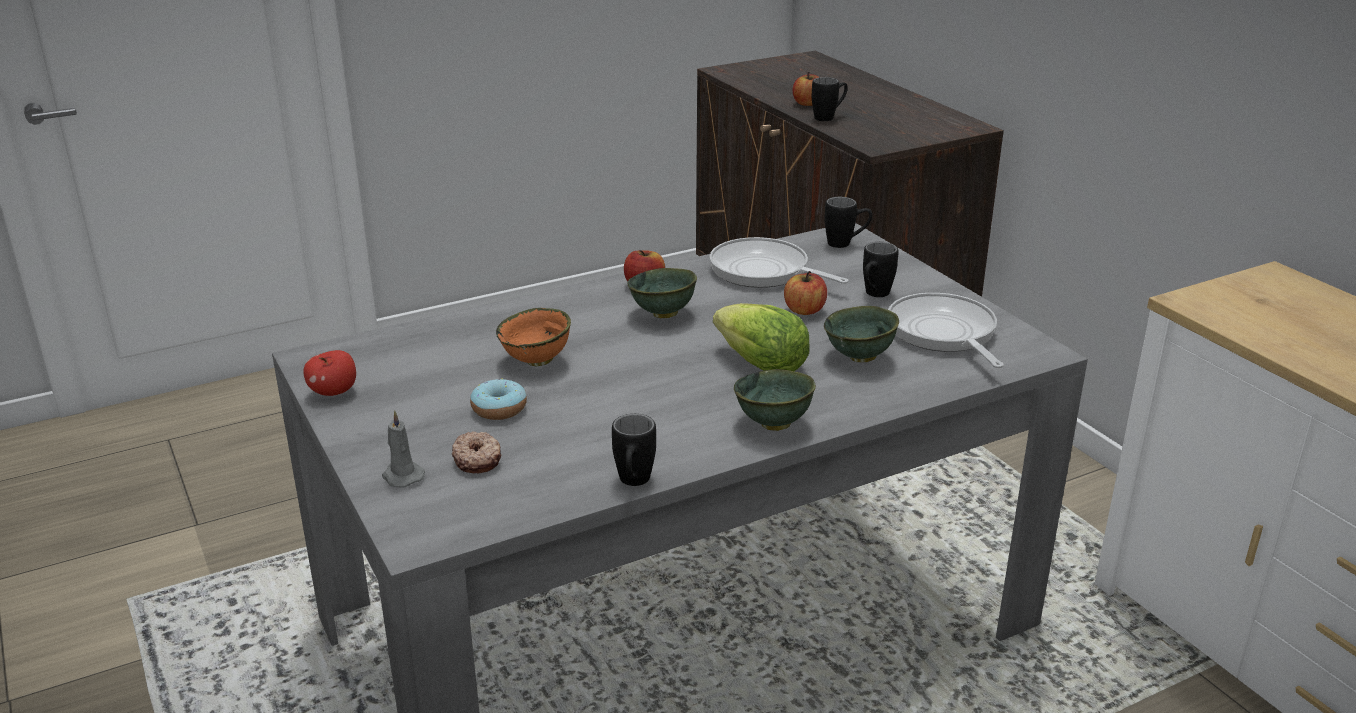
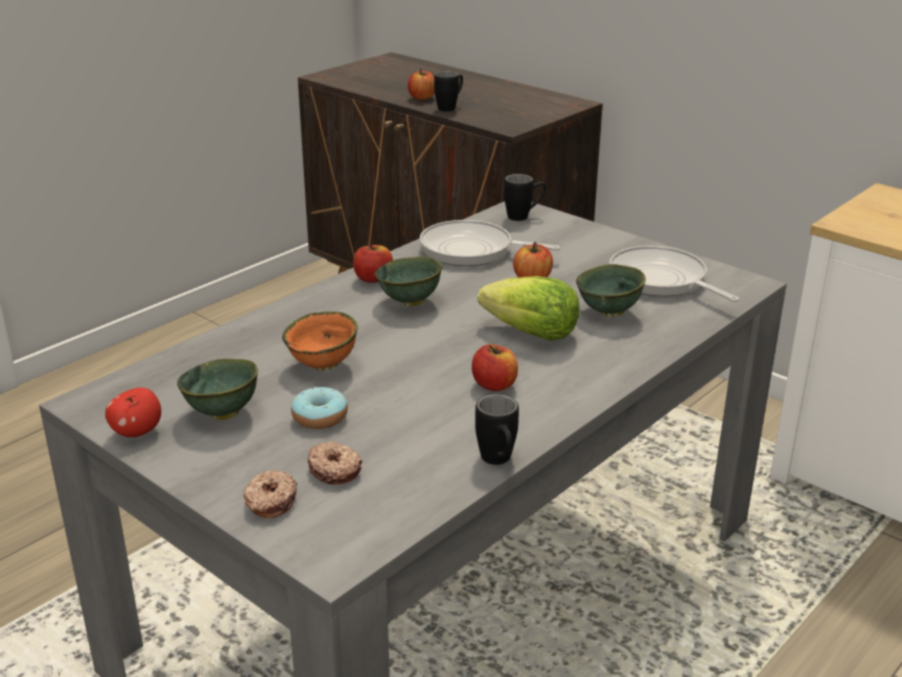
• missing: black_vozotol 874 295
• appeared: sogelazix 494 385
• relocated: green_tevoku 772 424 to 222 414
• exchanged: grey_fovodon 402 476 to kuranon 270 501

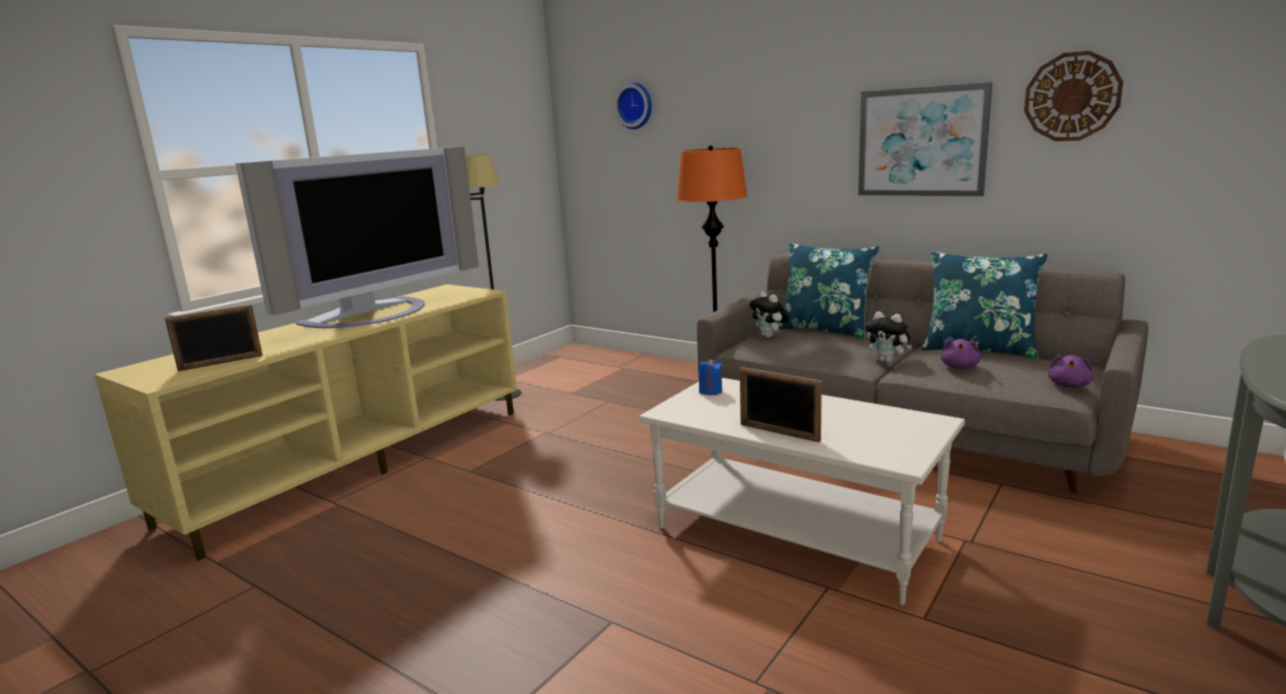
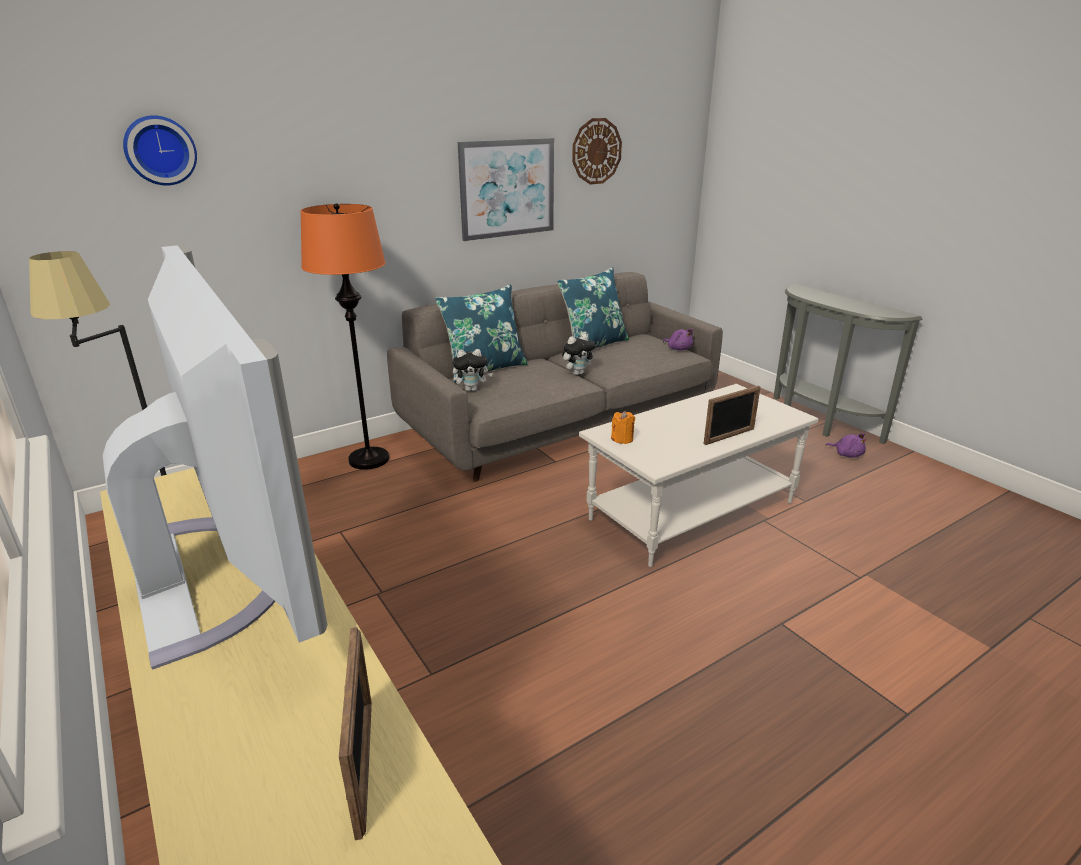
• relocated: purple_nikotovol 960 367 to 847 454
• colour: blue_fovodon 710 391 to orange_fovodon 622 439

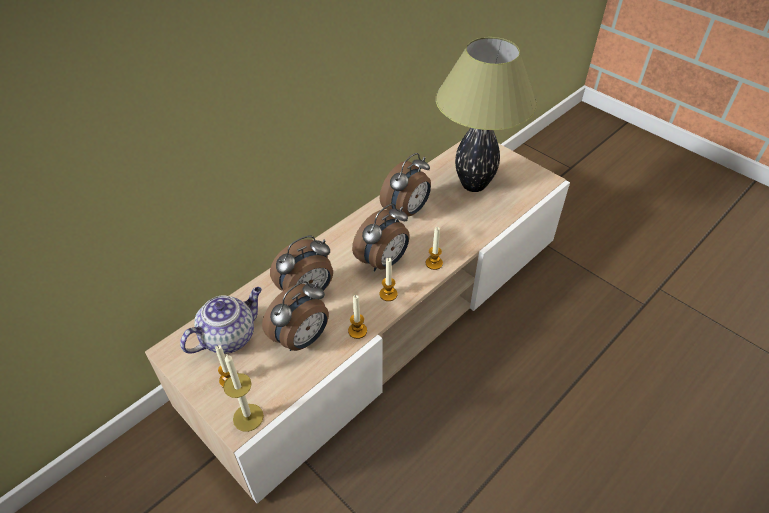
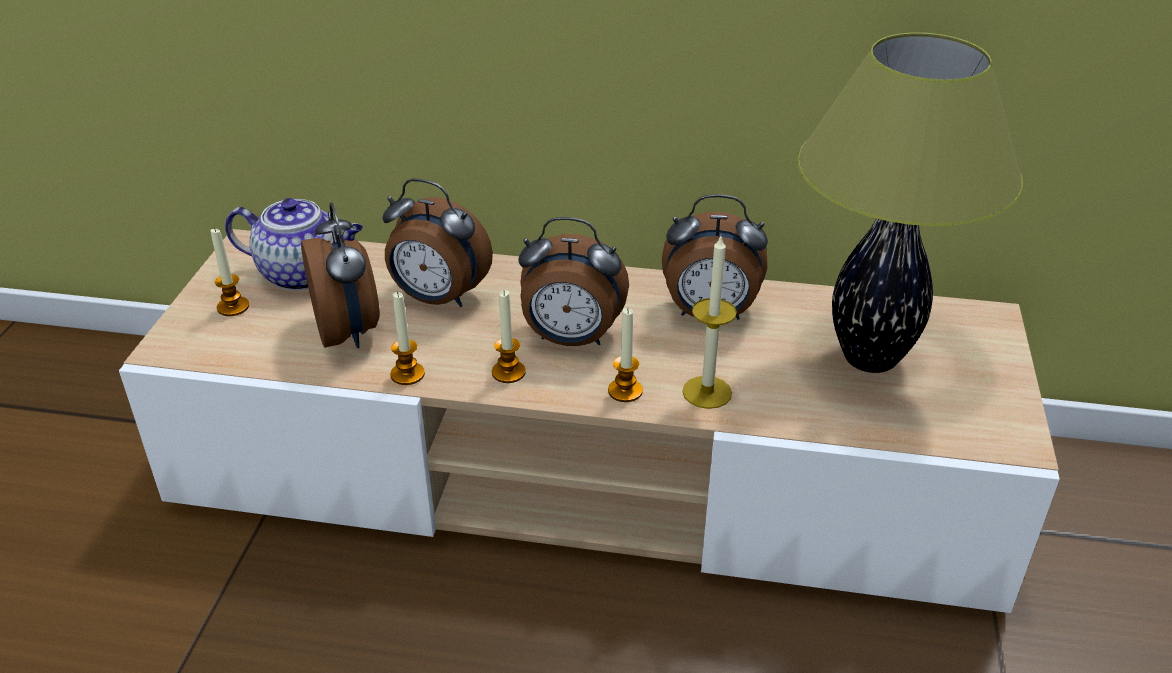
• relocated: fovodon 248 417 to 707 392
• spun: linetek 302 339 = 349 332 120 degrees counterclockwise

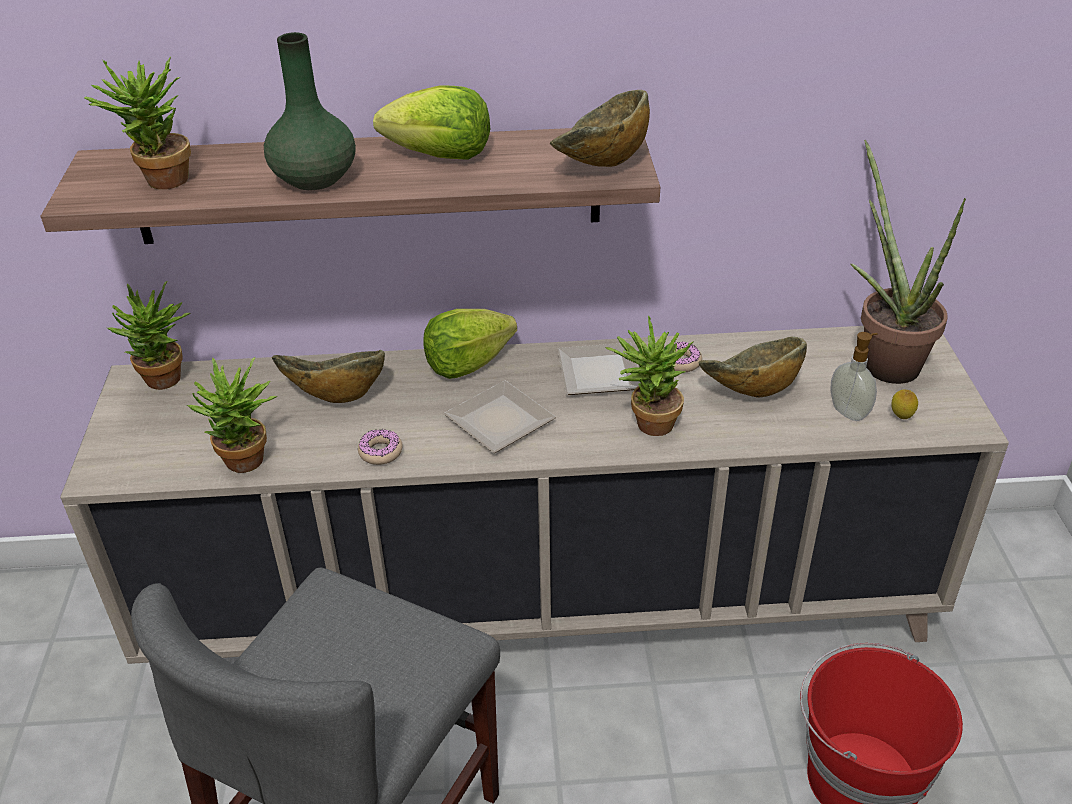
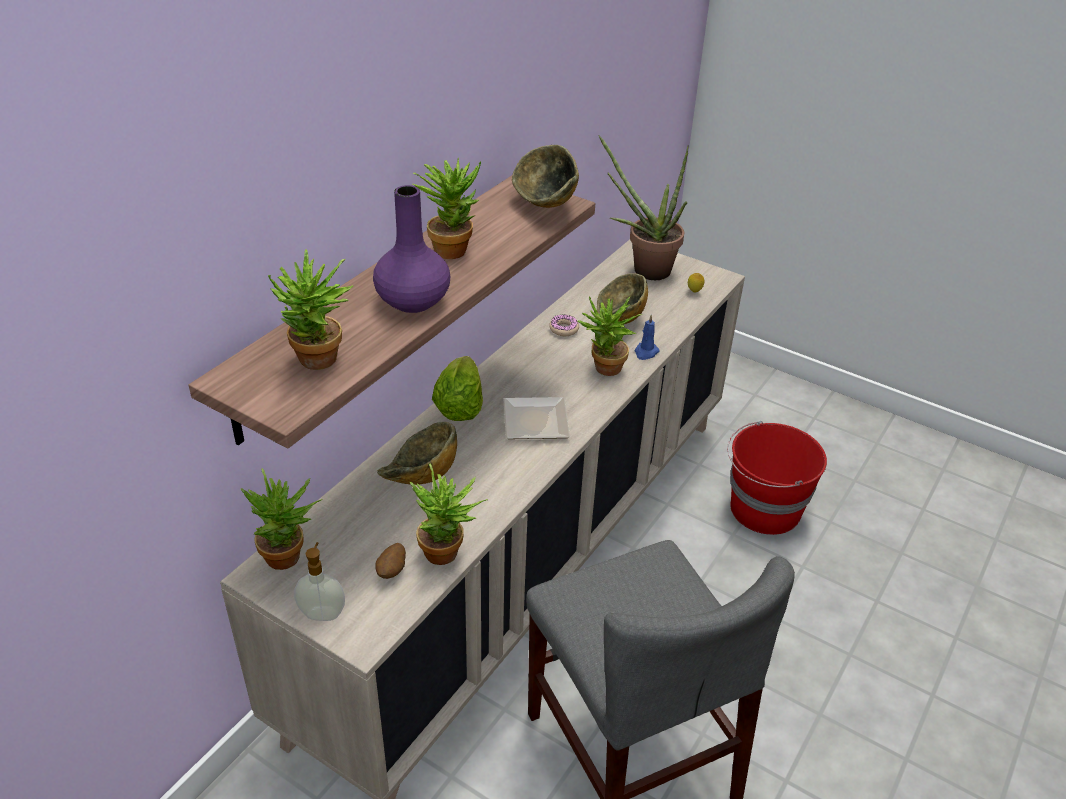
• missing: kuranon 380 452
• missing: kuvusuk 597 375
• appeared: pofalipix 392 571
• appeared: blue_fovodon 645 352
• relocated: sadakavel 849 411 to 322 613
• exchanged: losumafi 440 156 to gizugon 452 247
• colour: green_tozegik 315 179 to purple_tozegik 414 301

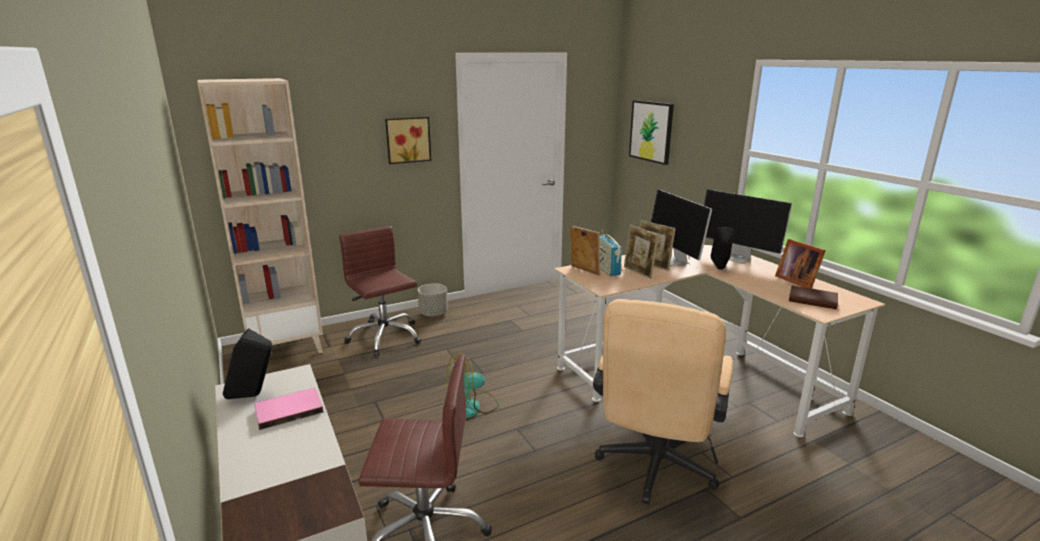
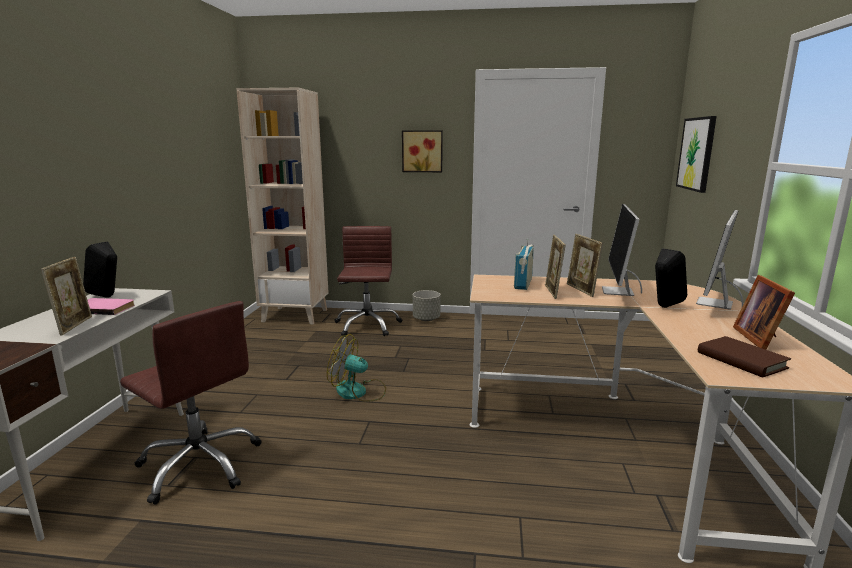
• missing: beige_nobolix 654 469
• relocated: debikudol 584 271 to 74 325
• spun: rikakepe 738 258 = 715 303 45 degrees clockwise

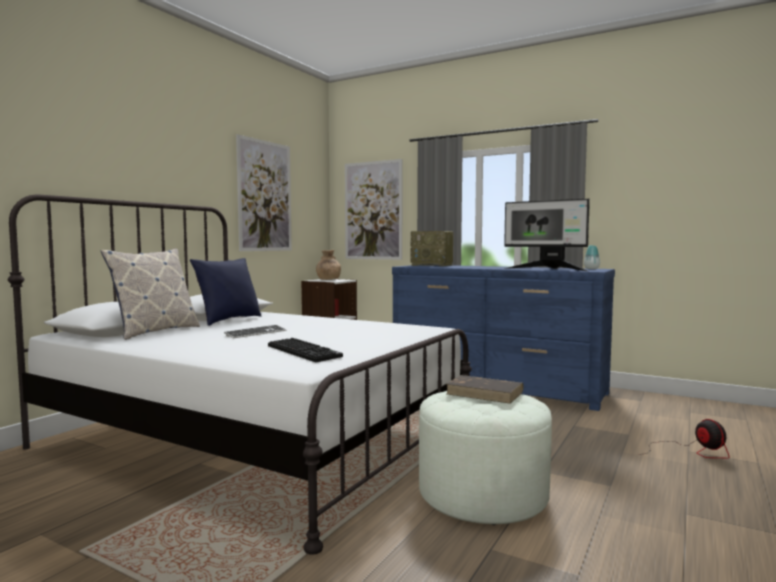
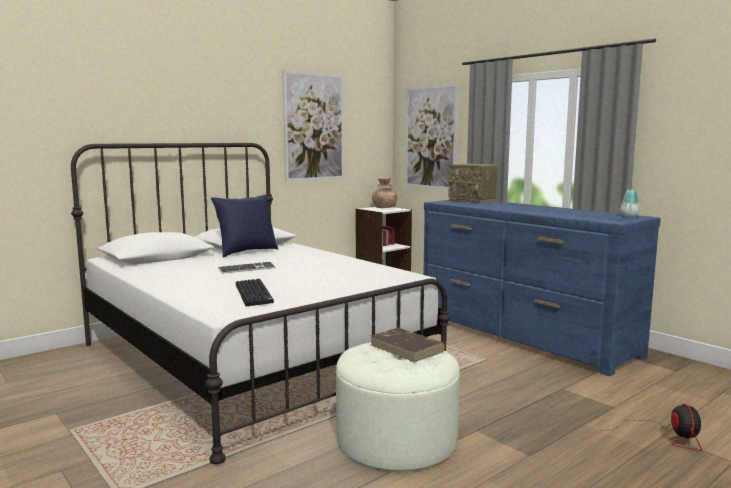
• missing: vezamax 155 331
• missing: rikakepe 548 269

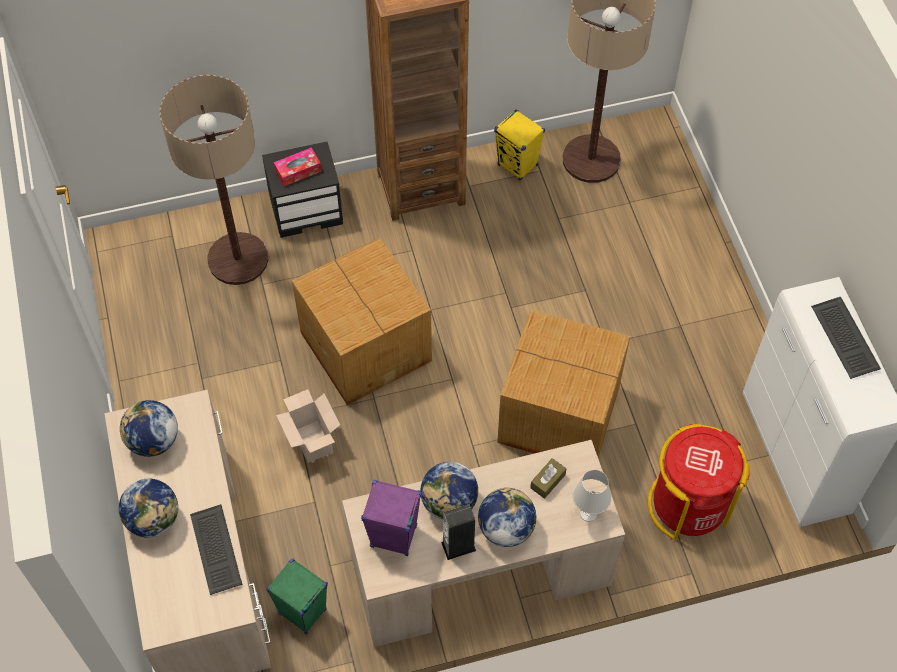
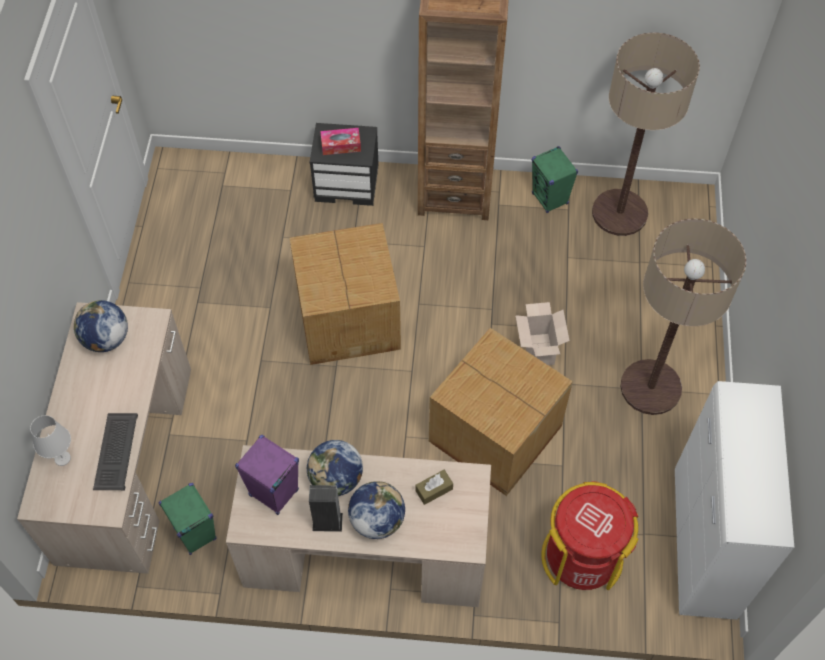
• missing: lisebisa 154 519
• missing: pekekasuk 843 338
• relocated: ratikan 238 259 to 650 387
• relocated: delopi 311 441 to 537 349
• relocated: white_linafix 588 514 to 62 458
• colour: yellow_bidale 517 165 to green_bidale 550 199

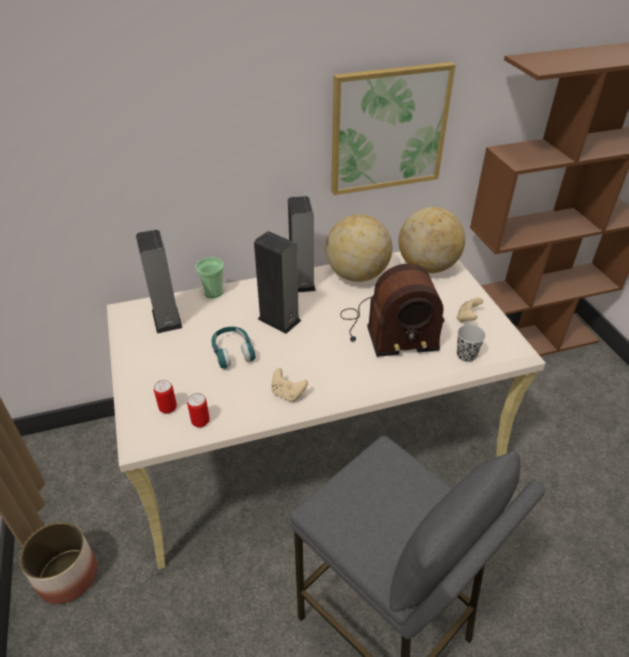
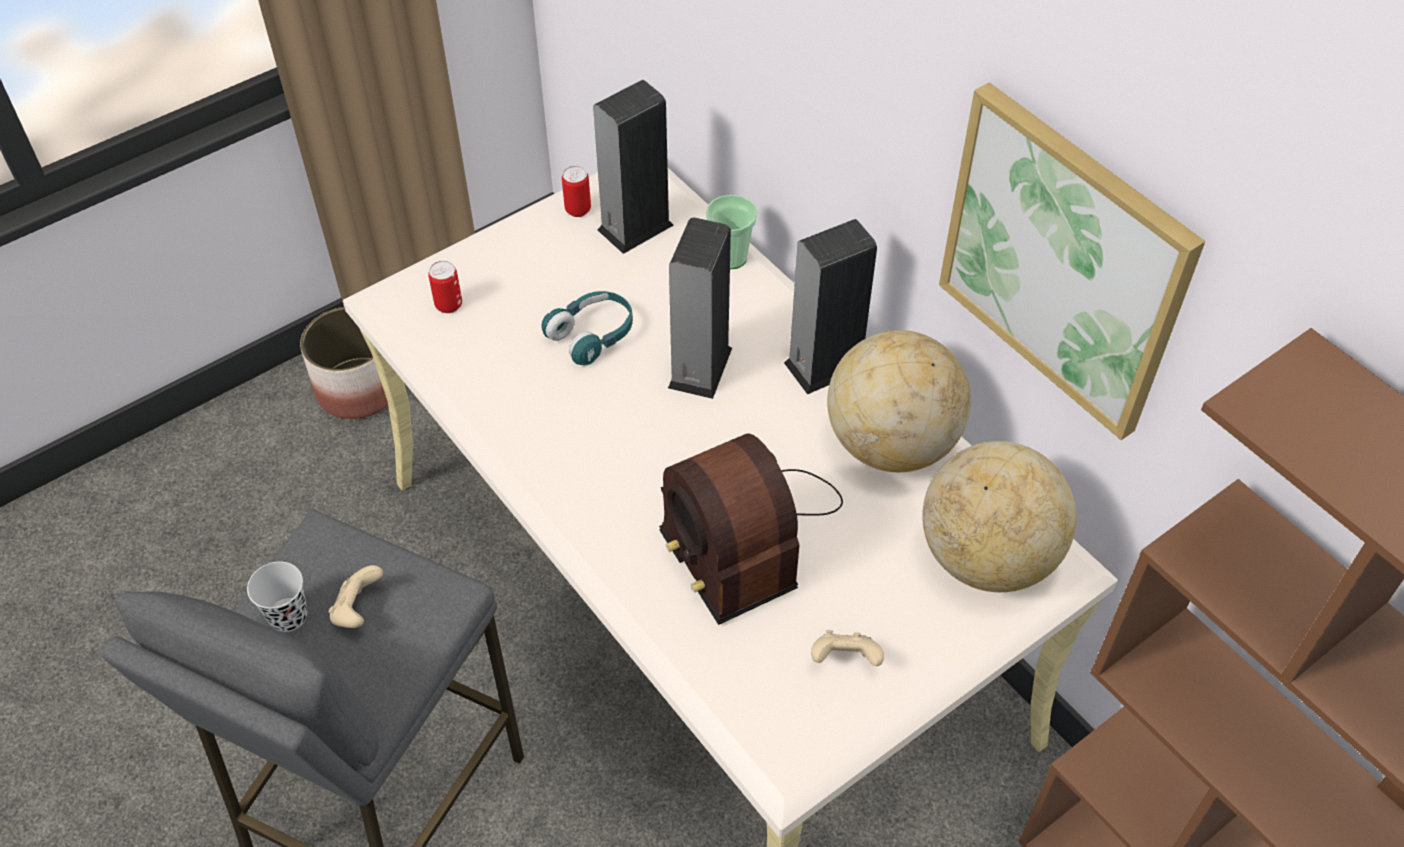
• relocated: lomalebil 200 421 to 578 209
• relocated: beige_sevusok 287 393 to 358 610
• relocated: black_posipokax 466 355 to 288 616

